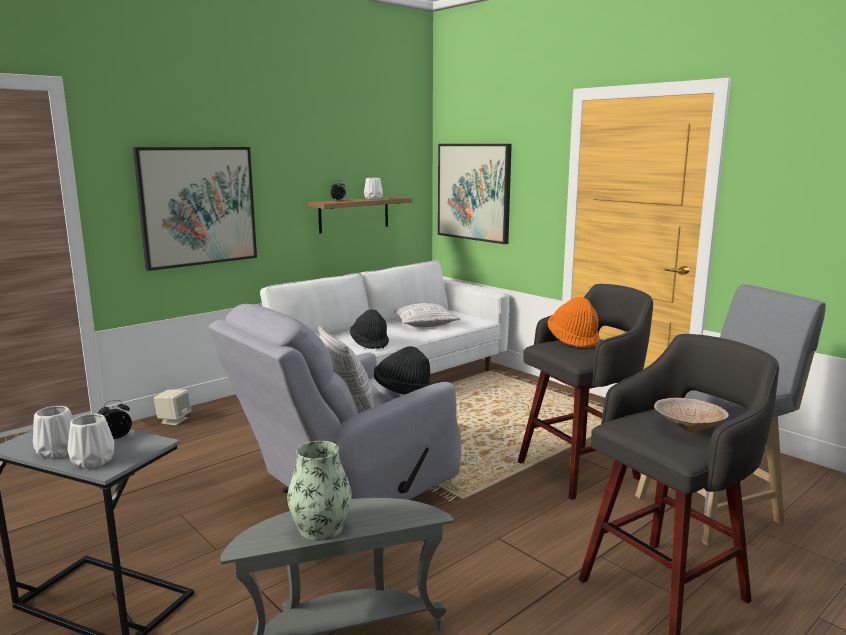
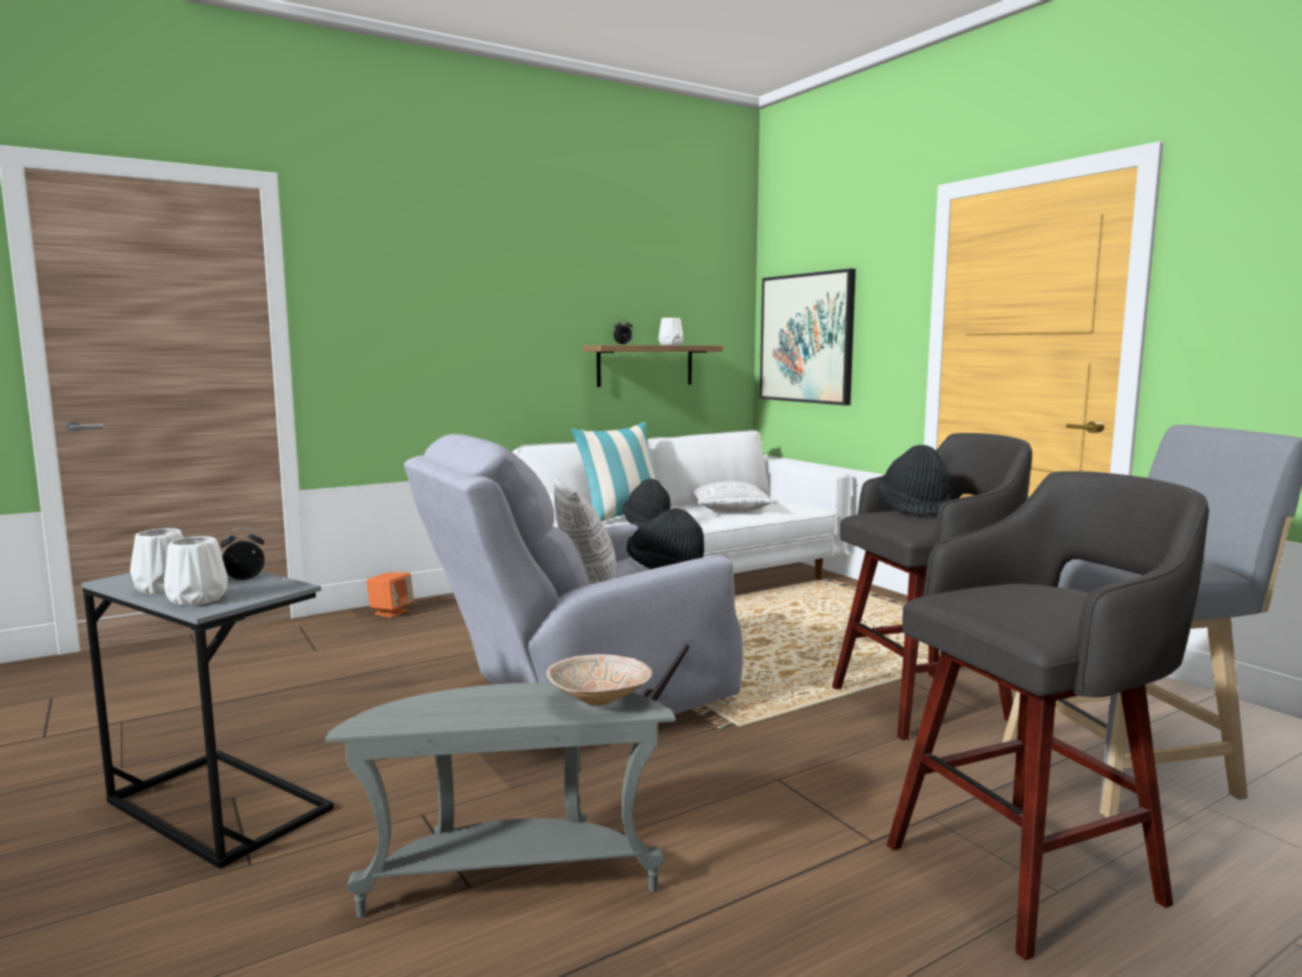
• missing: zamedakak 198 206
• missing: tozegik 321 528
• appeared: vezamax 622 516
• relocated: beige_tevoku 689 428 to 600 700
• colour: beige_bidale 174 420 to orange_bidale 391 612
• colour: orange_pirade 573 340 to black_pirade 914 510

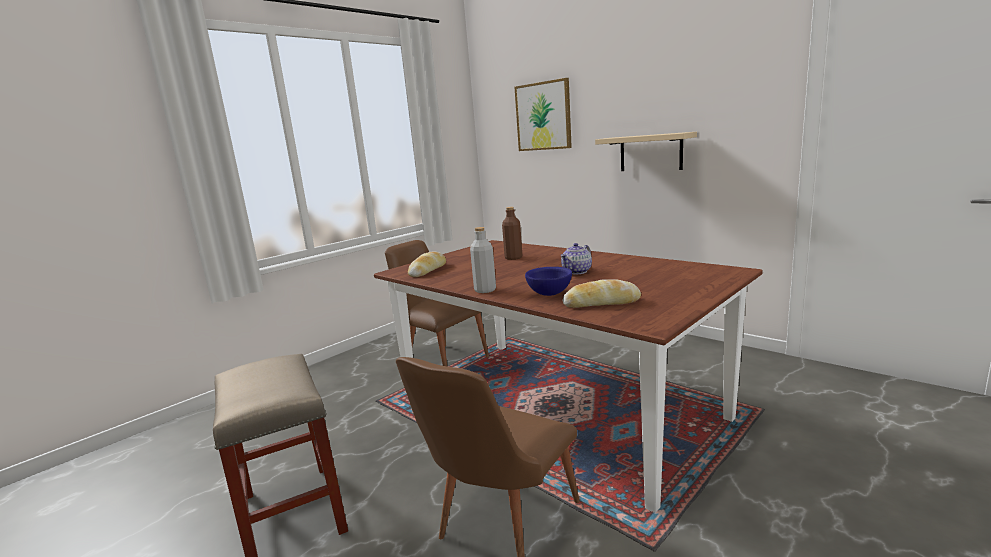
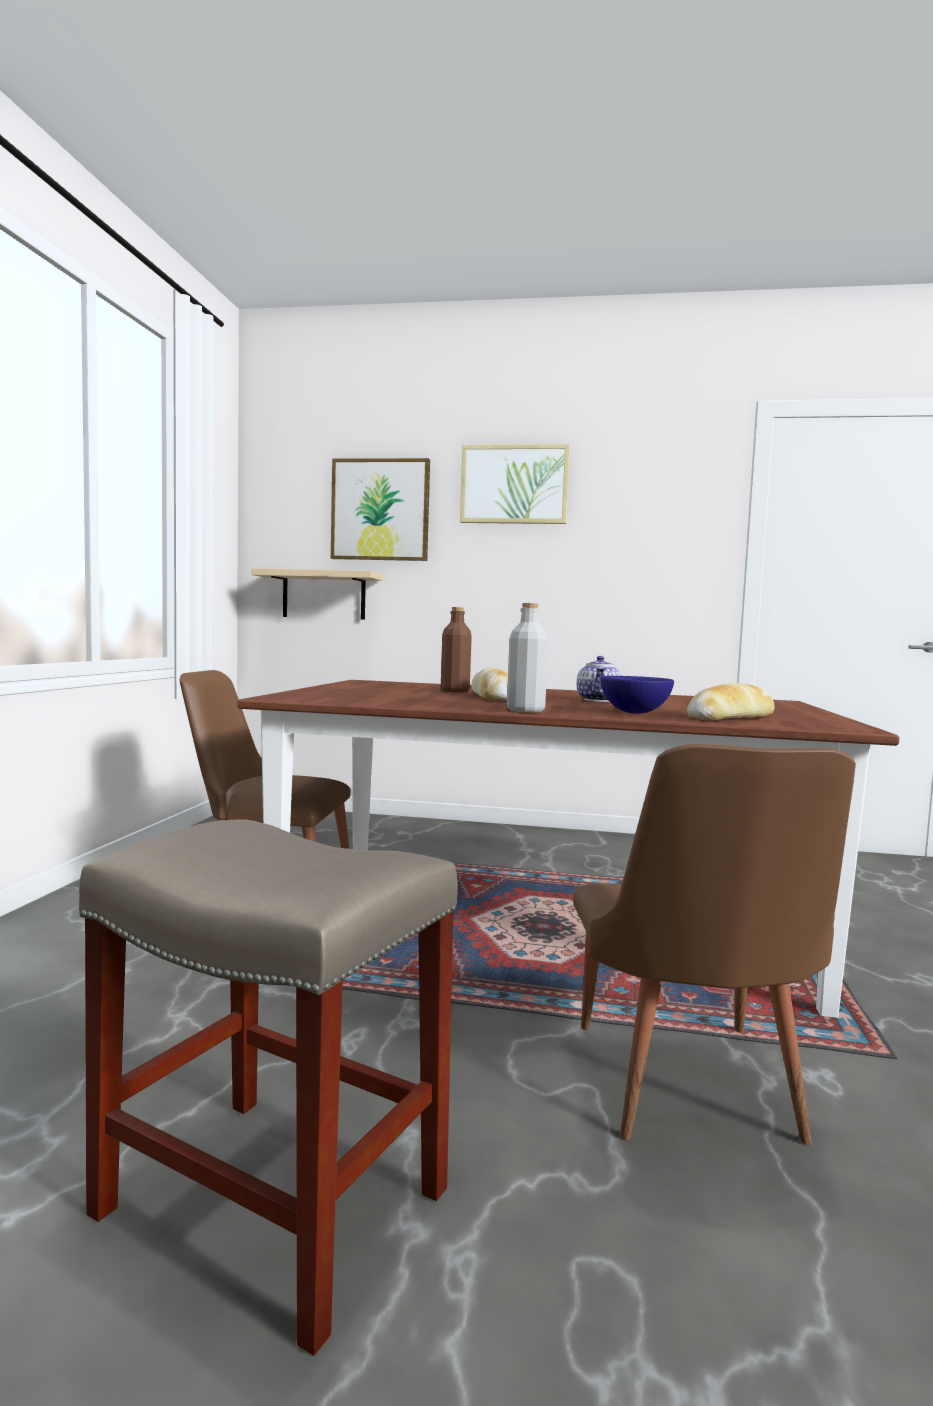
• appeared: zamedakak 514 484
• relocated: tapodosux 428 270 to 492 696
• relocated: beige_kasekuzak 650 152 to 324 595

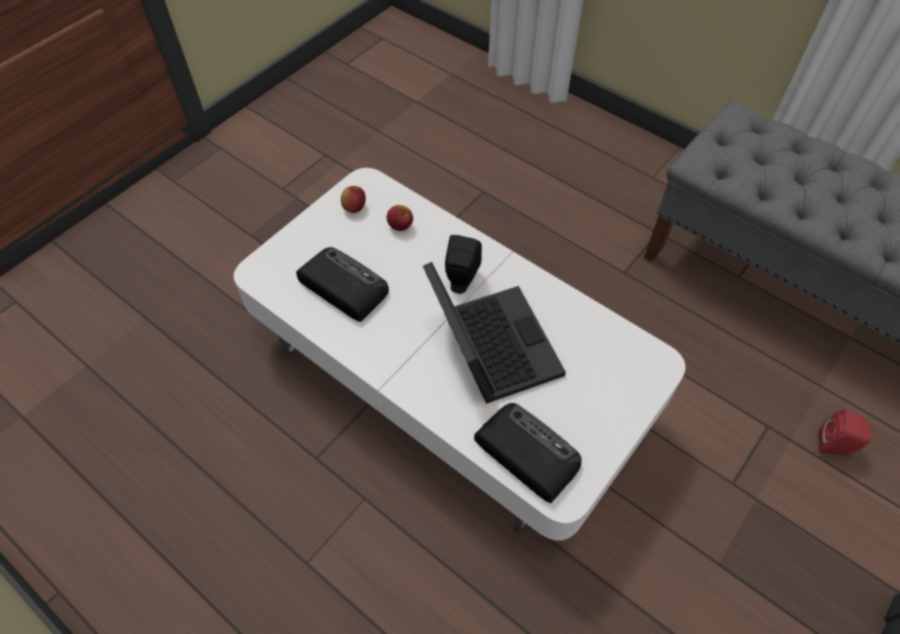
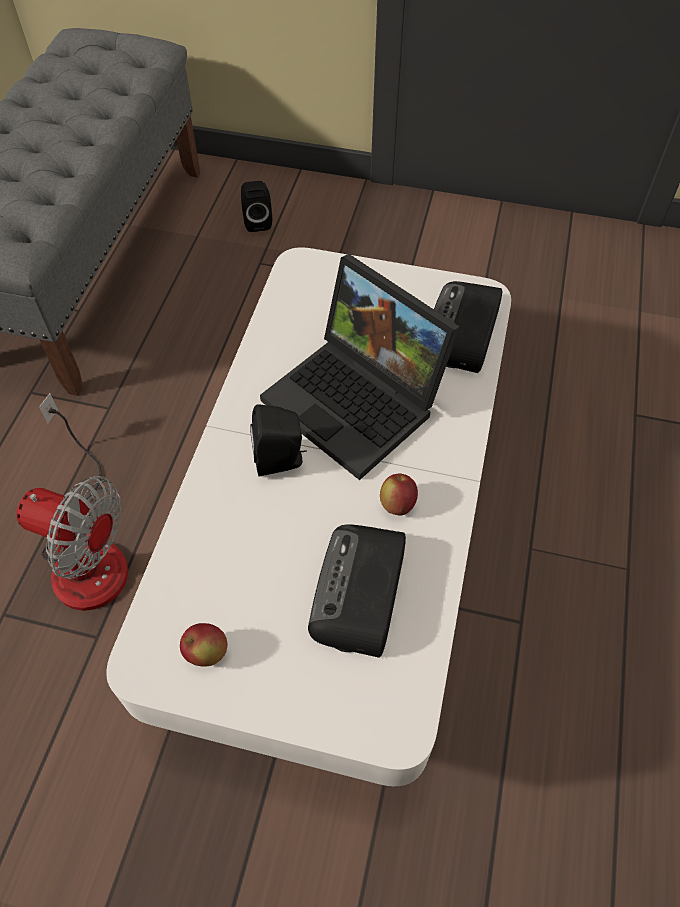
• appeared: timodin 87 550
• relocated: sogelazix 400 226 to 397 504
• colour: red_bidale 835 446 to black_bidale 257 221
• spun: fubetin 488 345 = 359 401 90 degrees counterclockwise

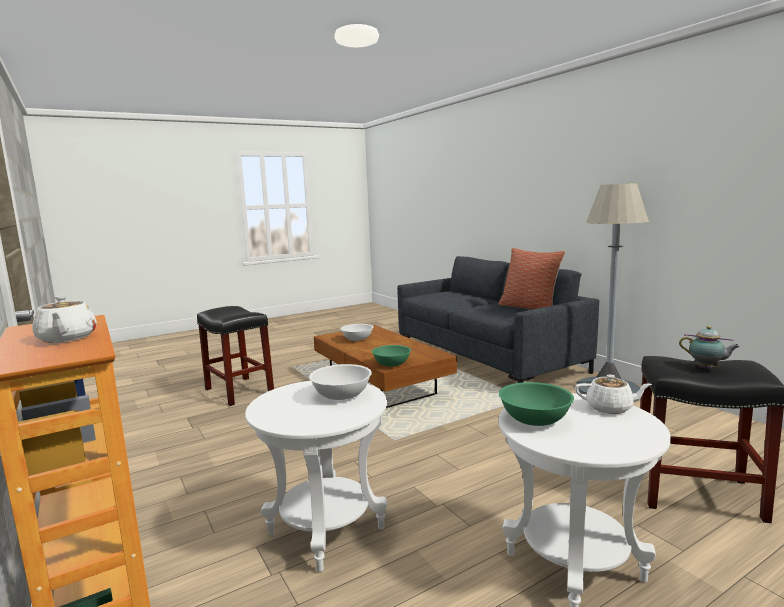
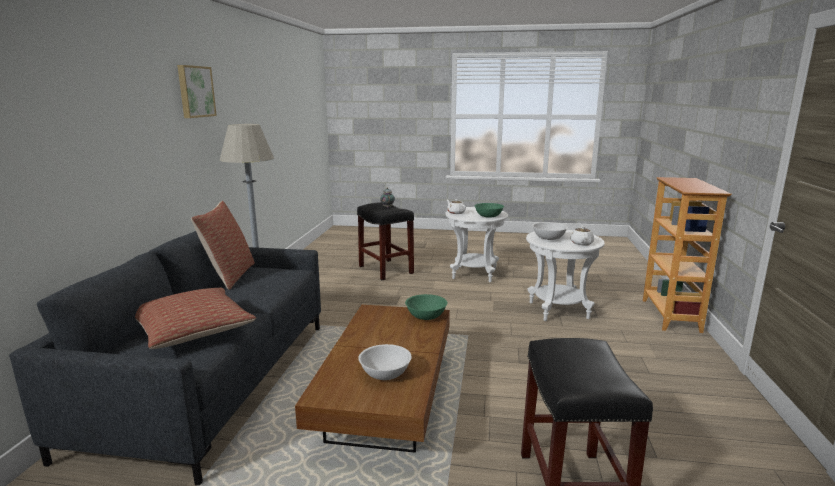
• appeared: vezamax 192 330
• appeared: zamedakak 195 91
• relocated: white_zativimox 67 338 to 581 243

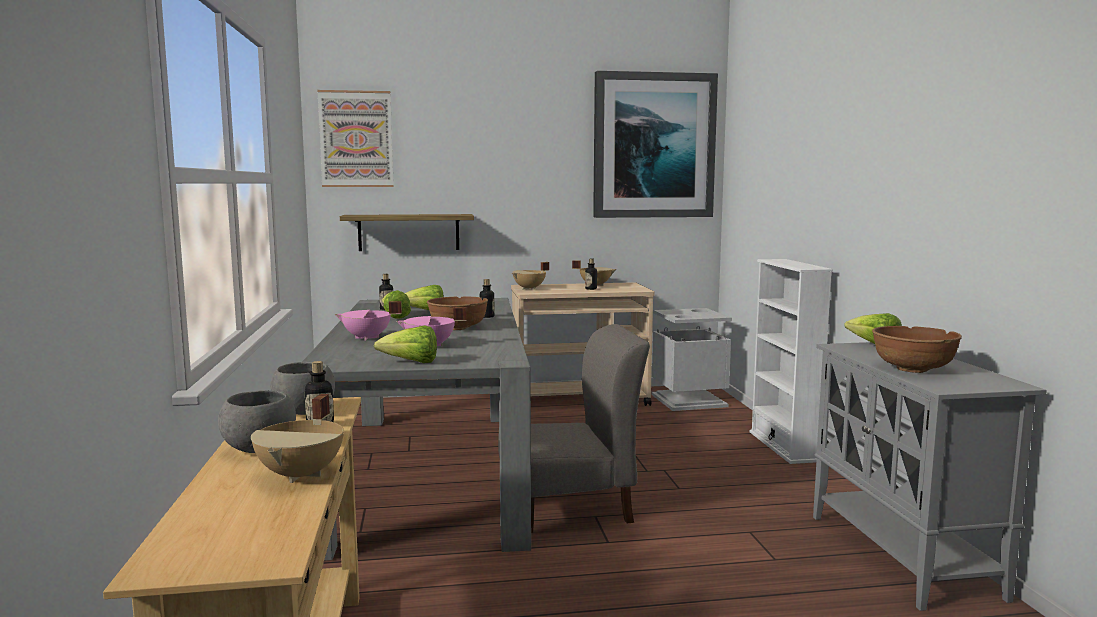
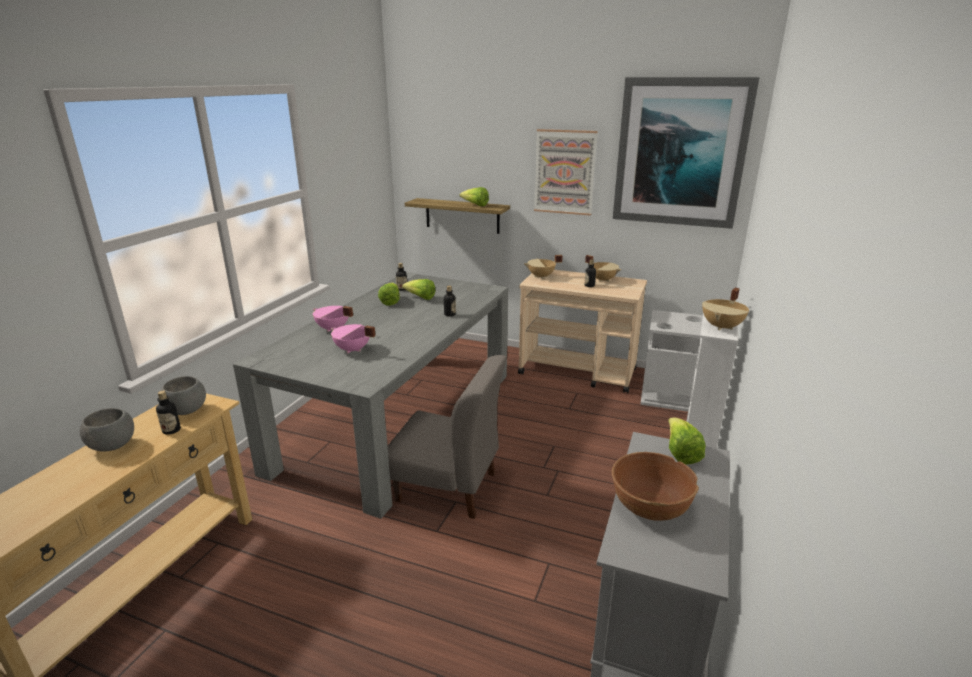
• missing: brown_tevoku 458 328
• relocated: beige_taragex 302 475 to 722 327
• relocated: zamedakak 356 139 to 564 172
• relocated: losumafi 411 363 to 475 205

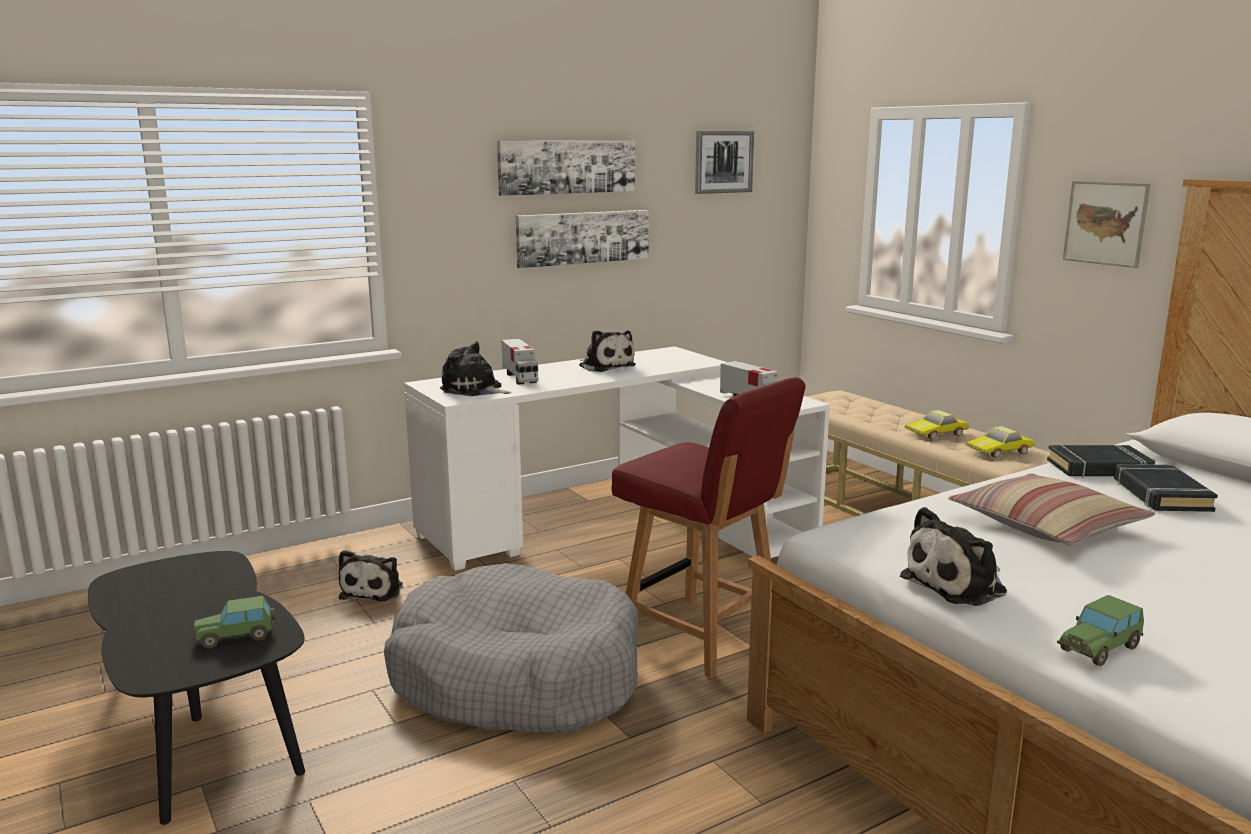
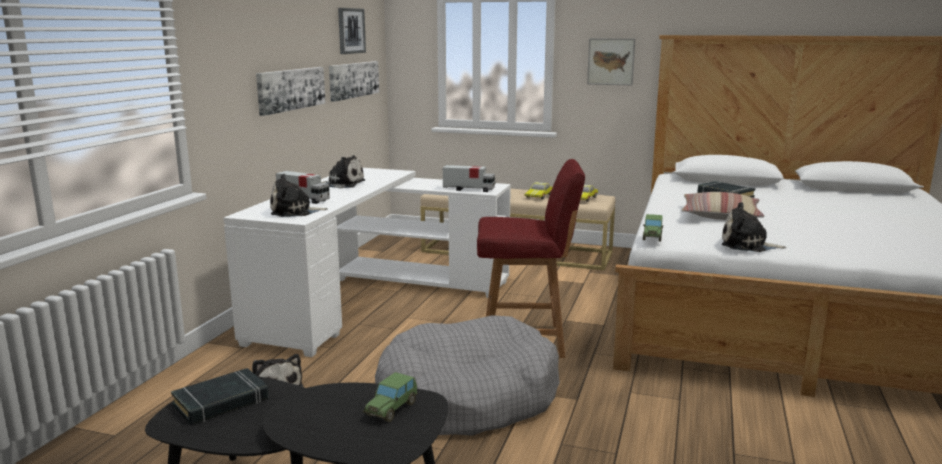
• relocated: zamedakak 567 167 to 353 80
• relocated: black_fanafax 1099 468 to 221 402
• relocated: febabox 1099 648 to 652 237
• spun: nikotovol 958 585 = 747 245 90 degrees clockwise

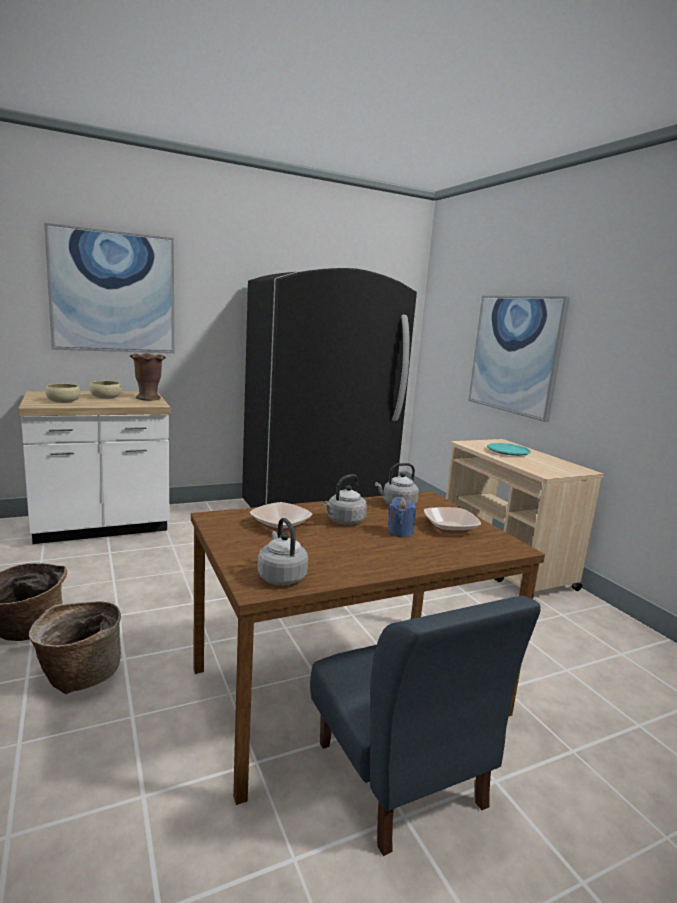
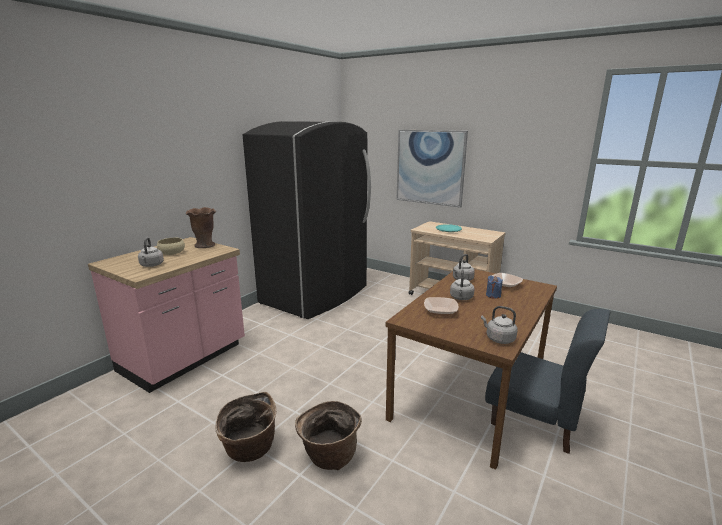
• missing: zamedakak 113 292
• exchanged: beige_tevoku 63 401 to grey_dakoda 151 265
• colour: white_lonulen 101 526 to pink_lonulen 184 359

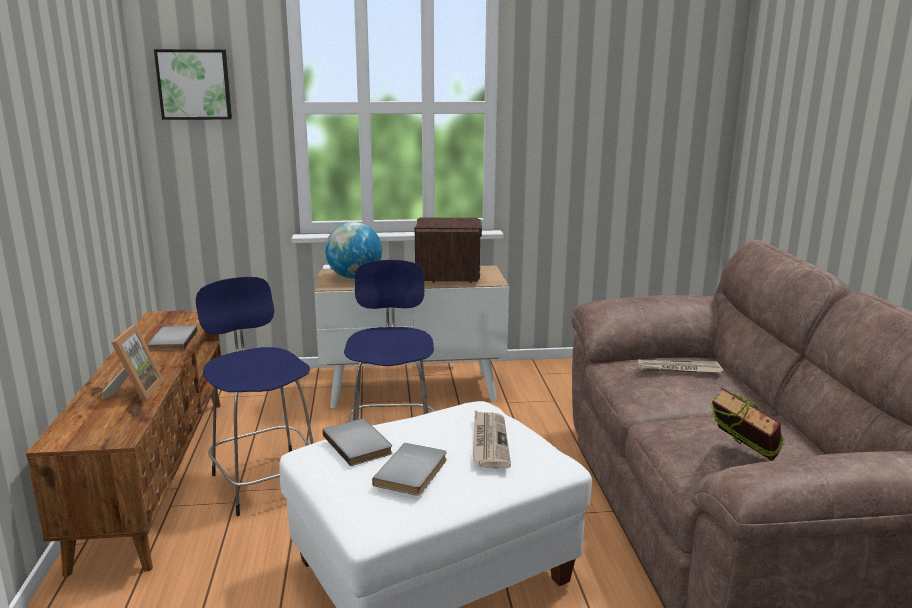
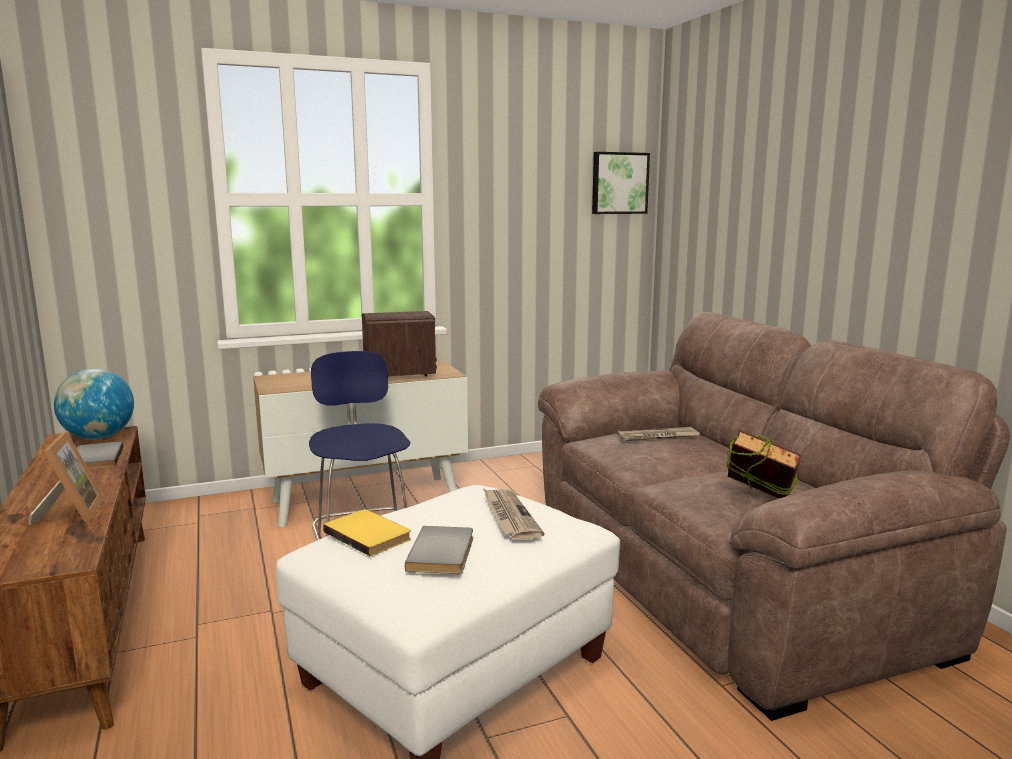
• missing: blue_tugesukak 265 480
• relocated: zamedakak 194 84 to 619 183
• relocated: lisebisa 354 277 to 99 438
• colour: grey_fanafax 359 444 to yellow_fanafax 370 535

